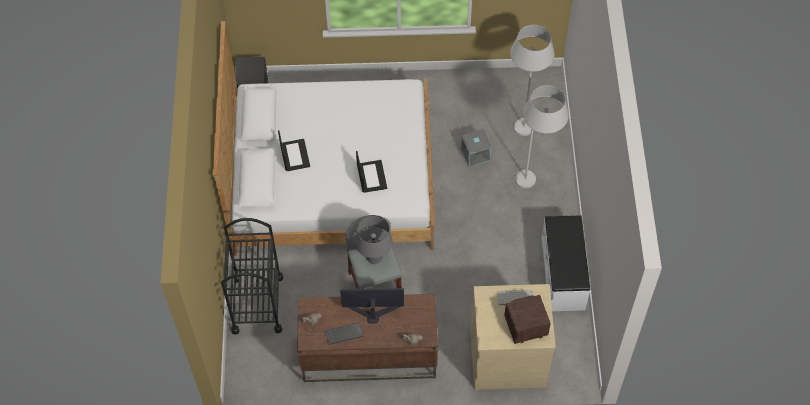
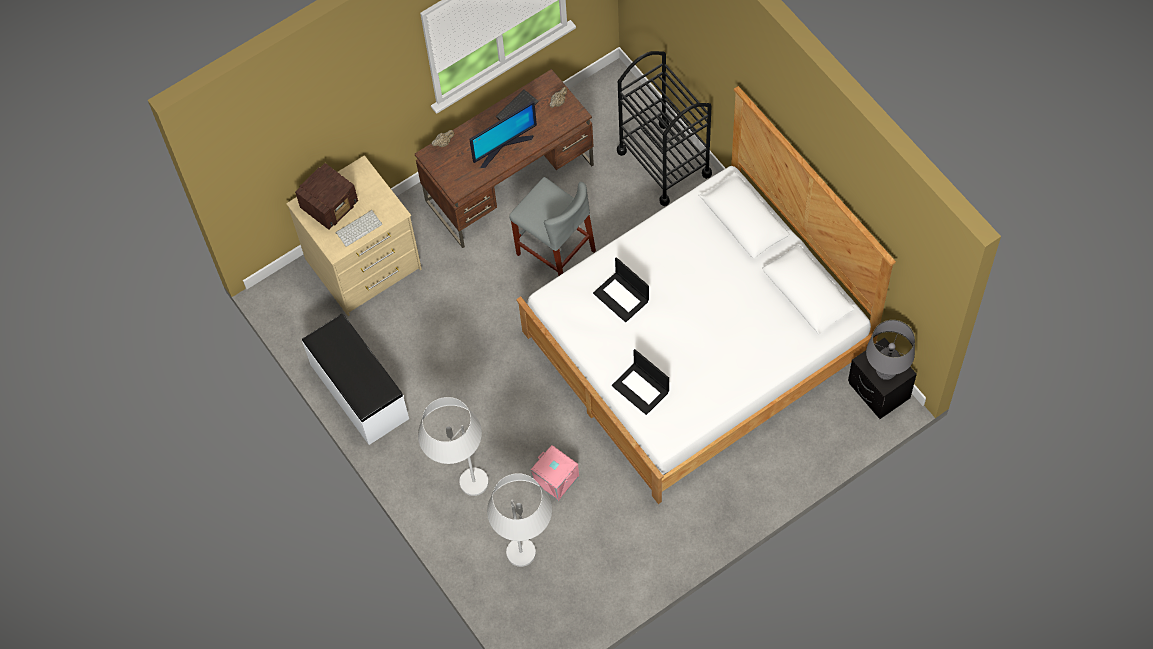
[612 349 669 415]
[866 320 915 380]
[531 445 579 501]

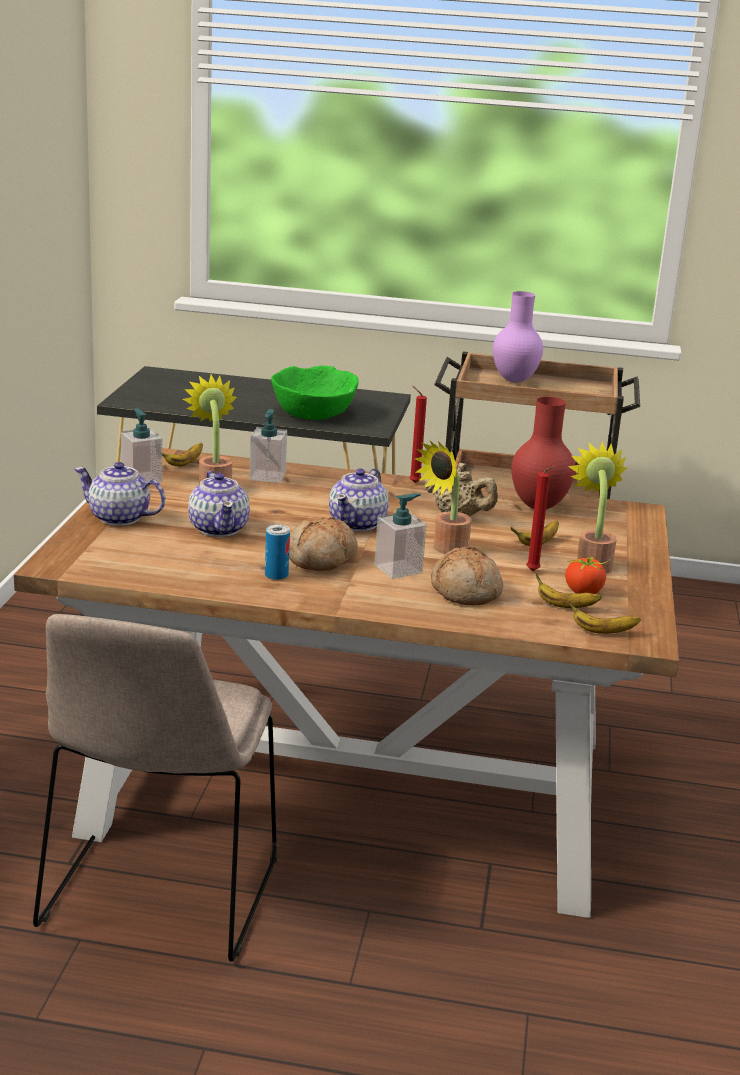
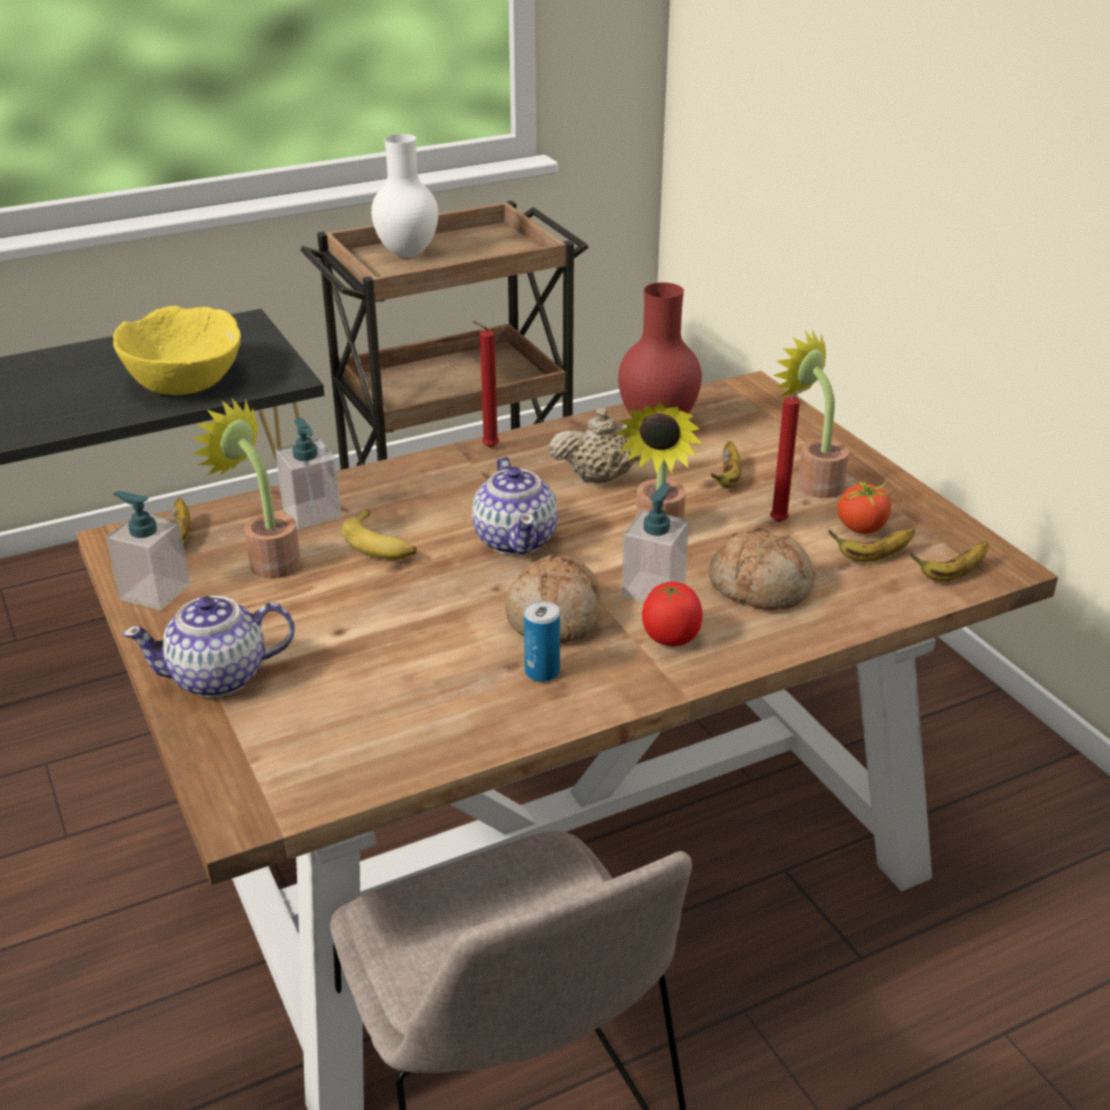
[188 471 250 537] (first image)
[342 509 417 560]
[642 581 703 646]
[113 306 241 395]
[371 134 438 258]

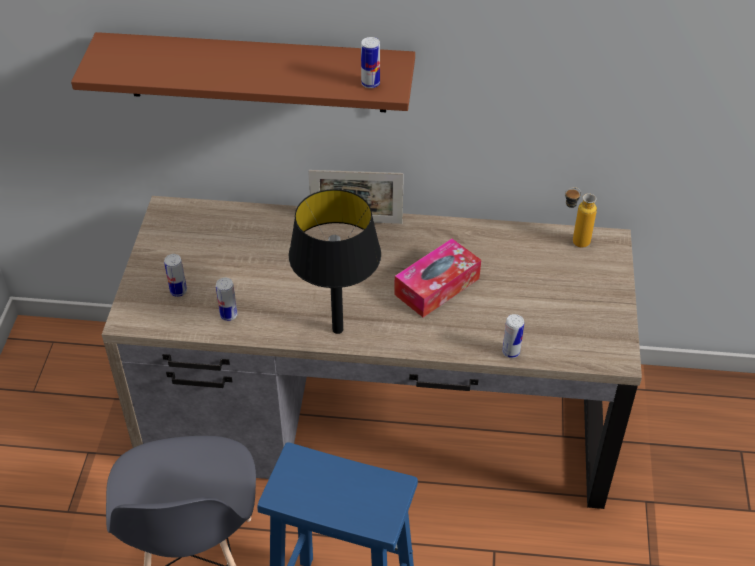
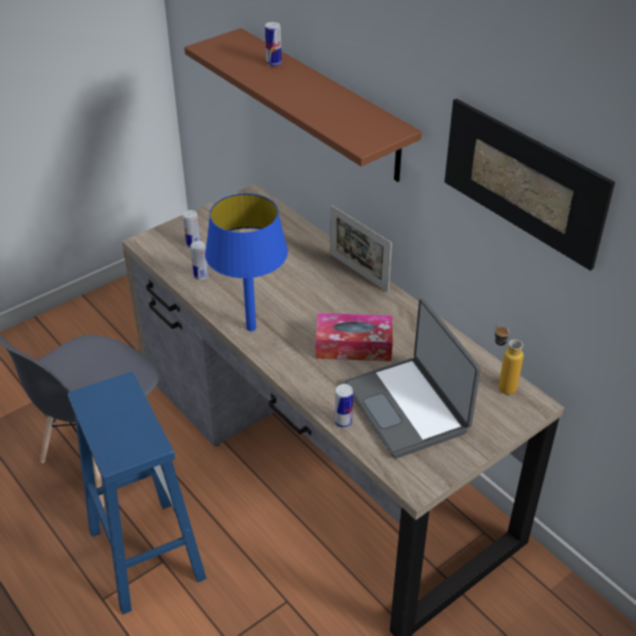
[344 298 481 459]
[445 99 615 271]
[265 22 282 66]
[205 193 288 331]

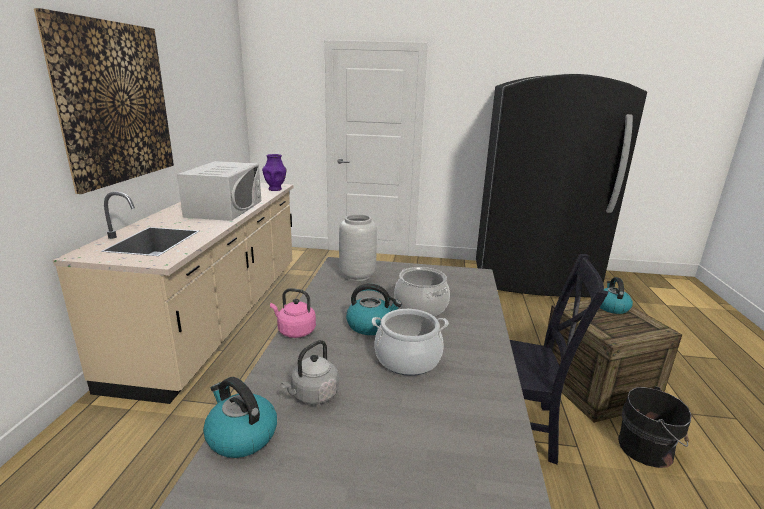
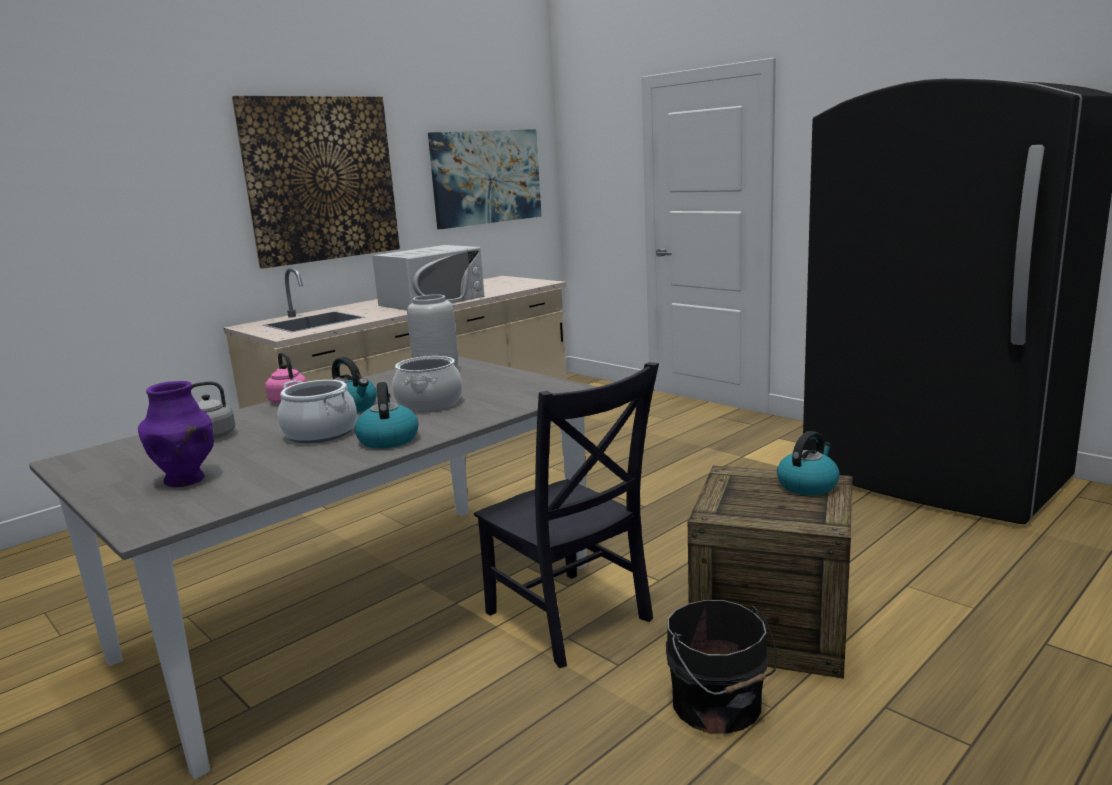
[428 129 542 229]
[355 382 419 449]
[138 381 214 487]

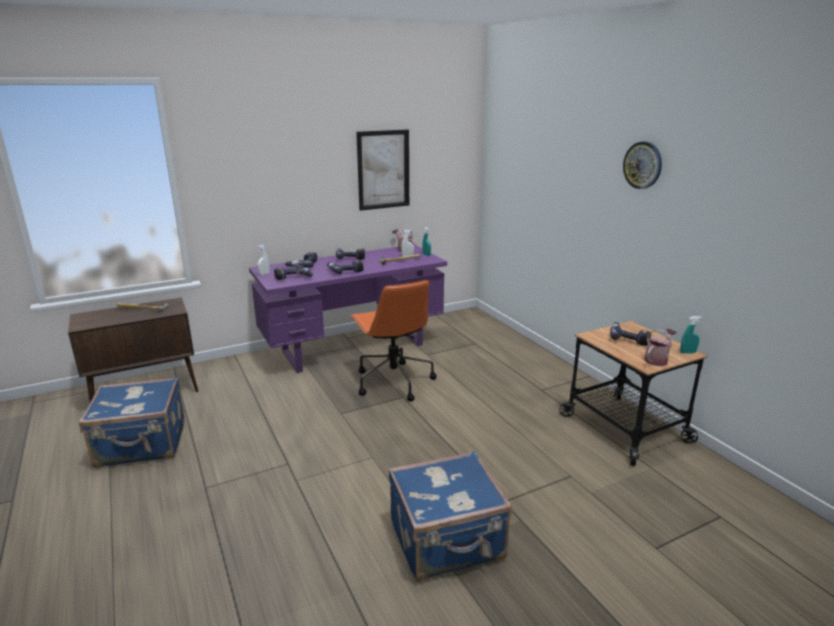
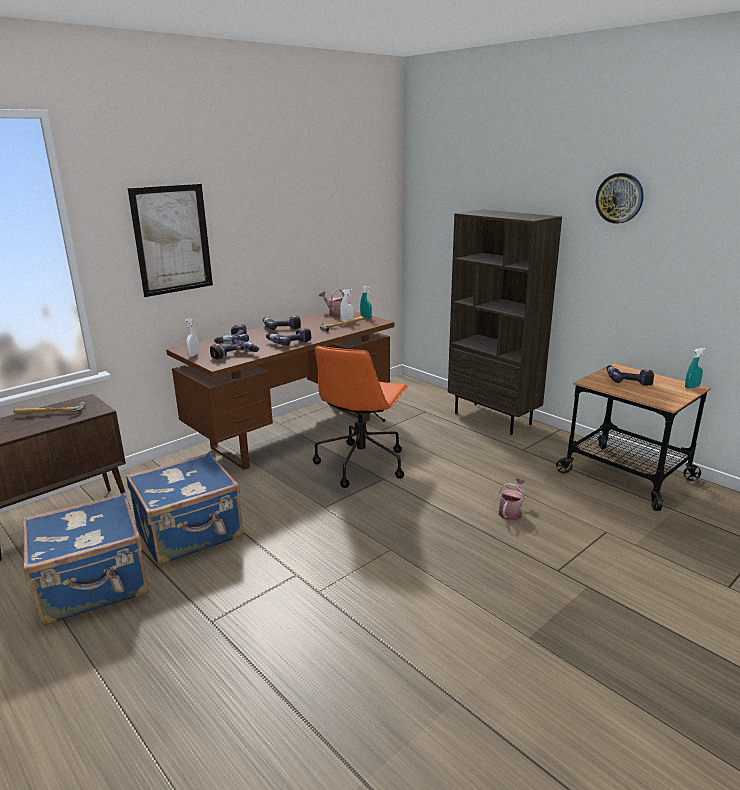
[448 210 562 435]
[128 184 213 297]
[126 452 243 565]
[499 478 526 521]
[166 311 395 470]
[313 346 409 488]

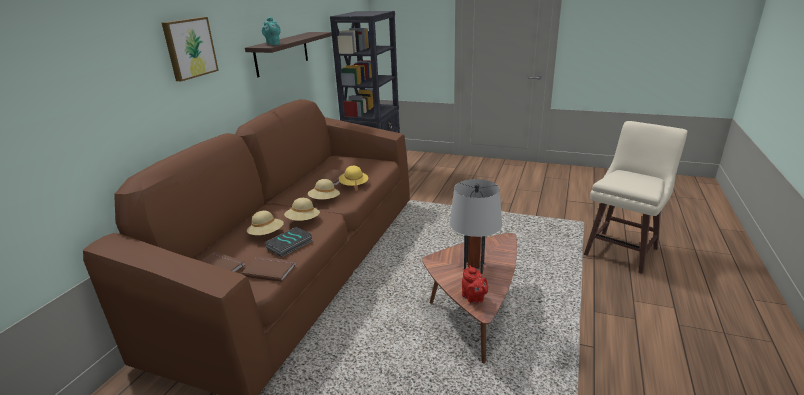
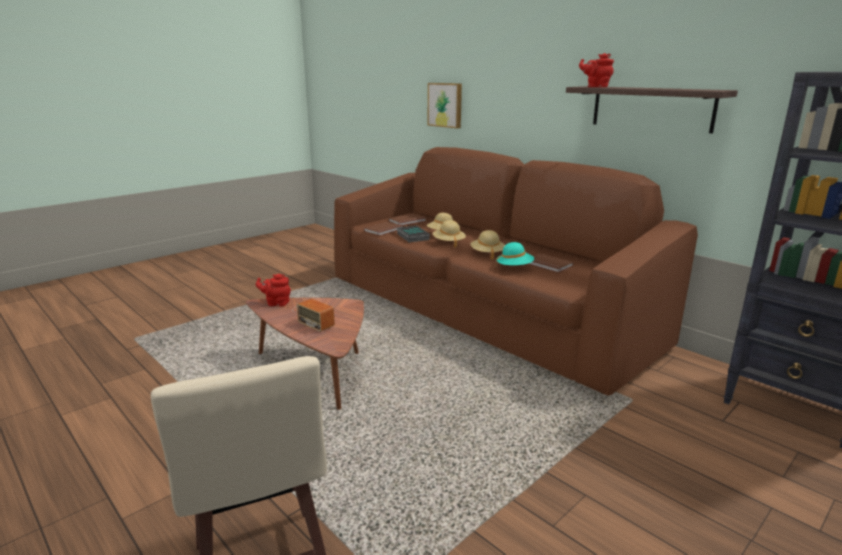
[428 83 462 128]
[292 299 335 332]
[579 53 614 87]
[496 242 534 265]

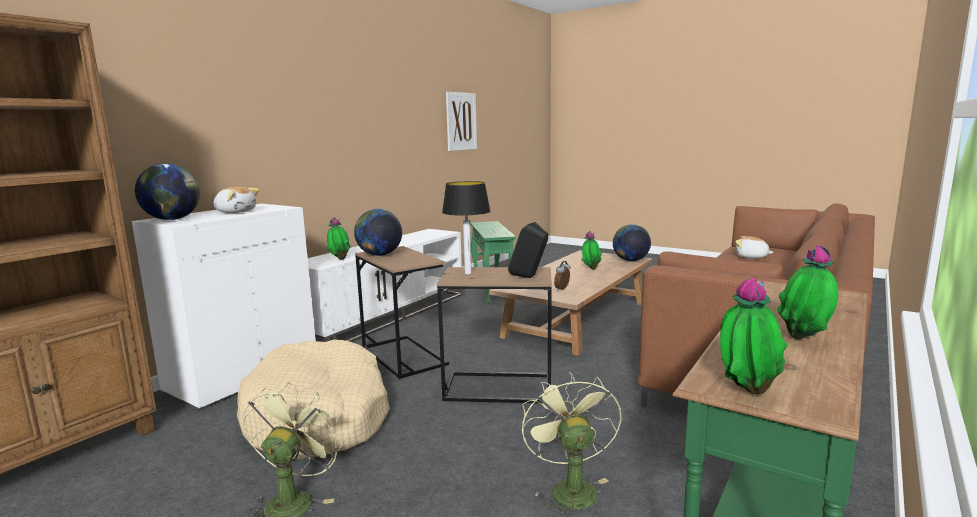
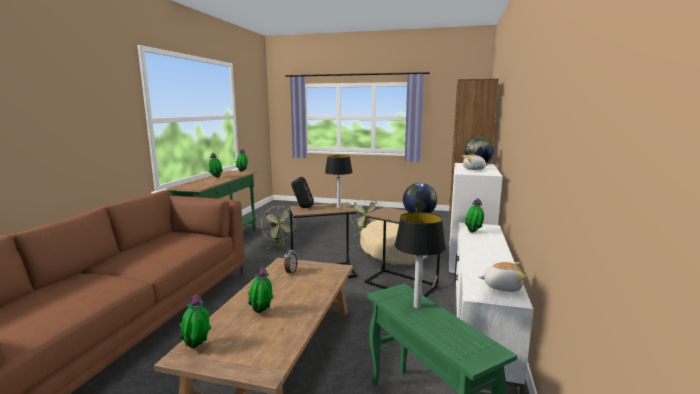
[446 92 477 151] (first image)
[394 212 446 309]
[479 262 526 292]
[180 295 212 348]

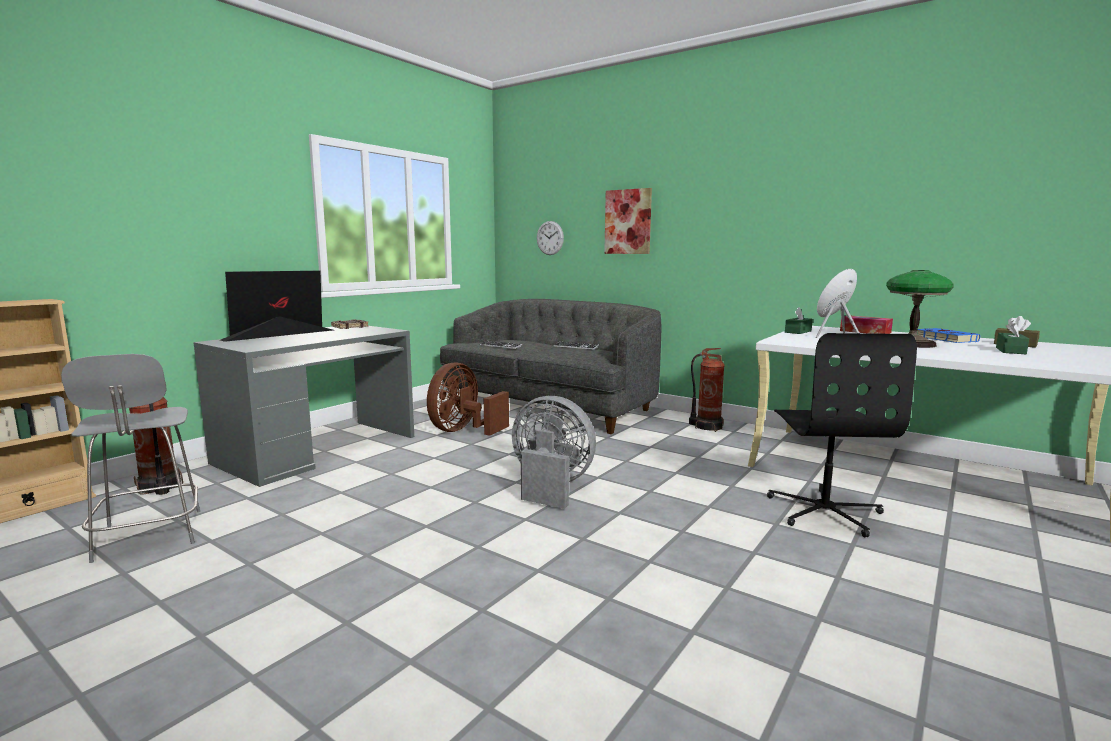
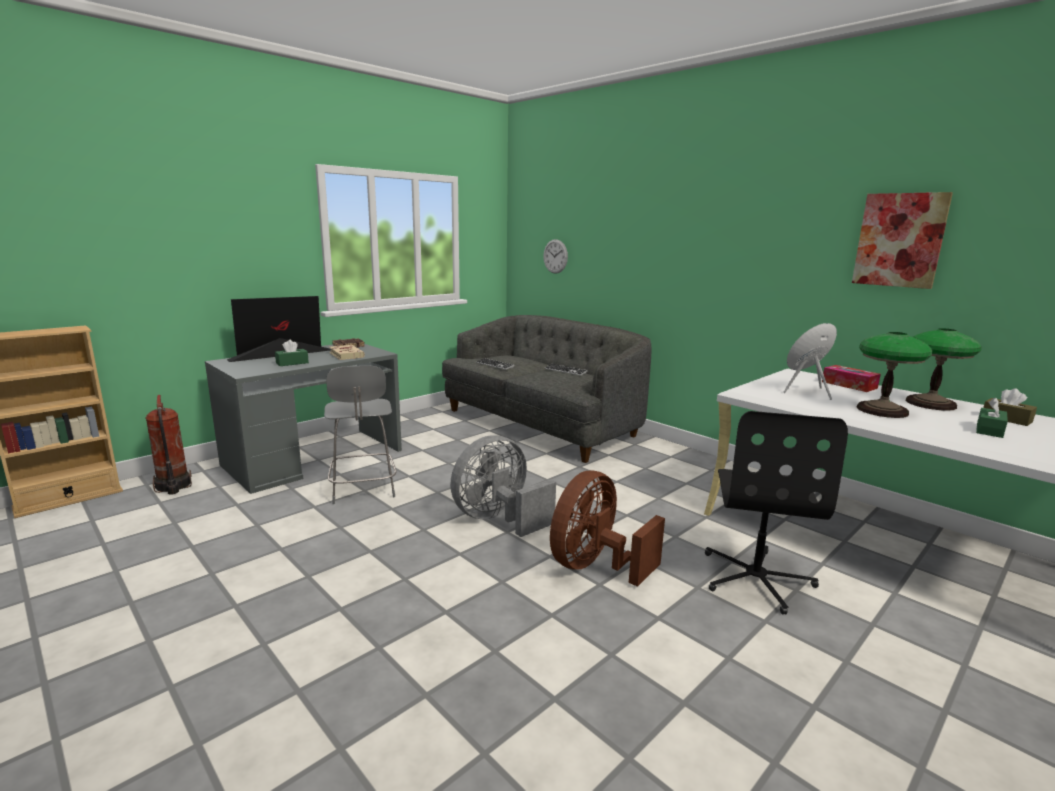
[689 348 725 432] (first image)
[329 345 365 360]
[324 365 397 504]
[550 471 665 587]
[852 192 953 289]
[275 340 309 366]
[906 328 982 411]
[450 435 556 537]

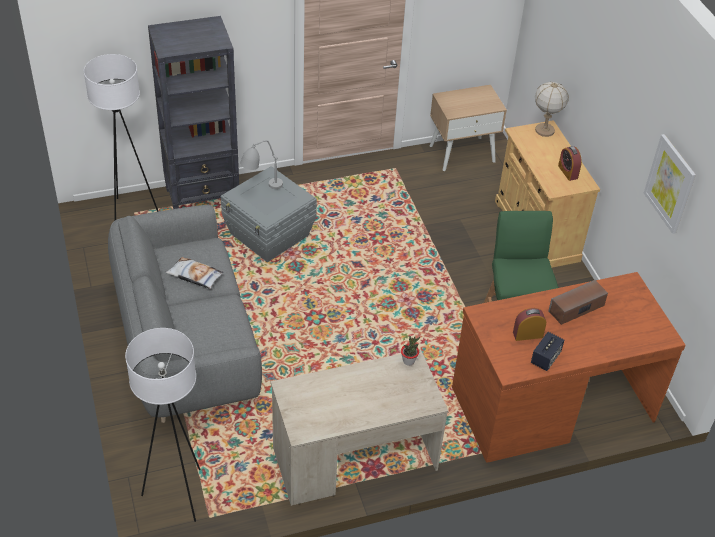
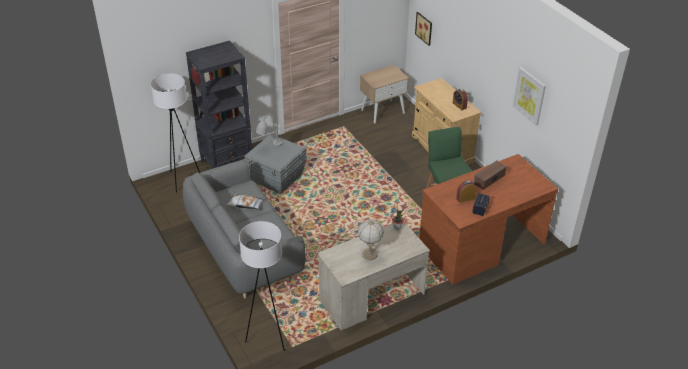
[415 12 432 46]
[358 219 384 260]

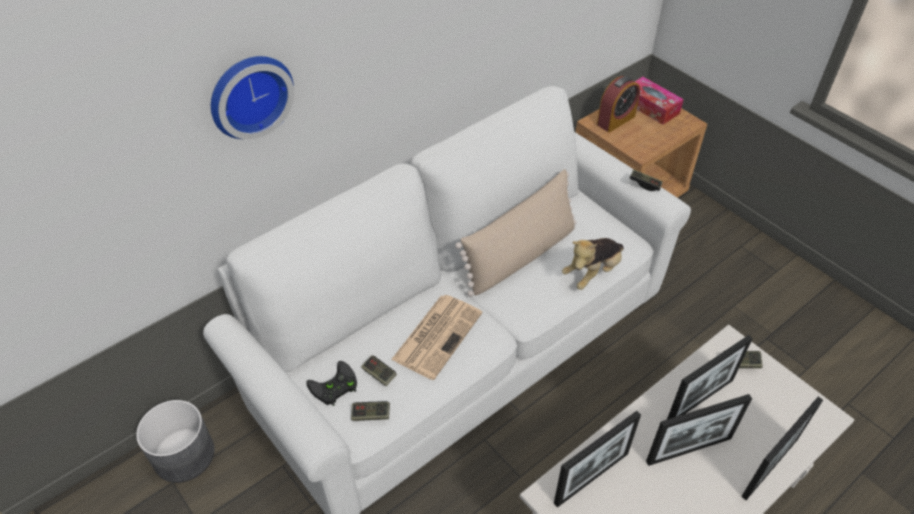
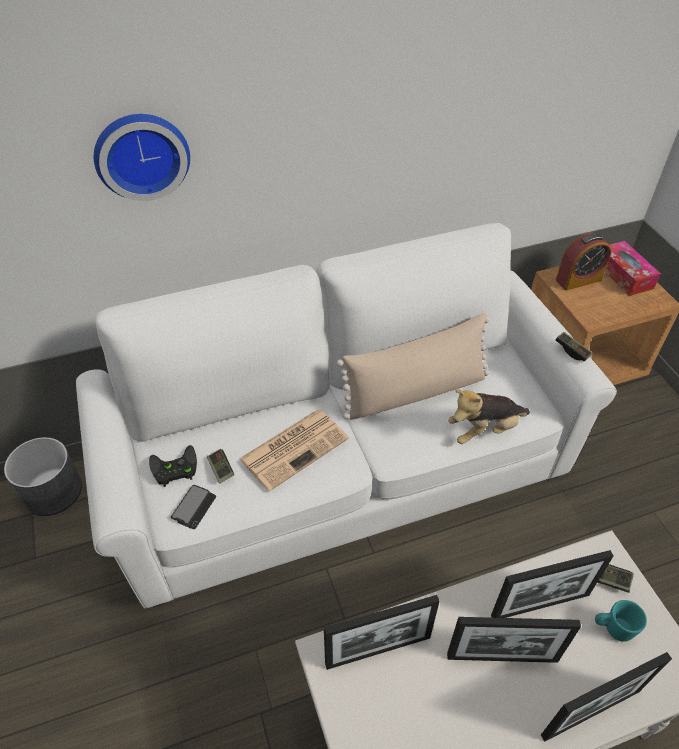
[595 600 647 642]
[171 485 216 529]

